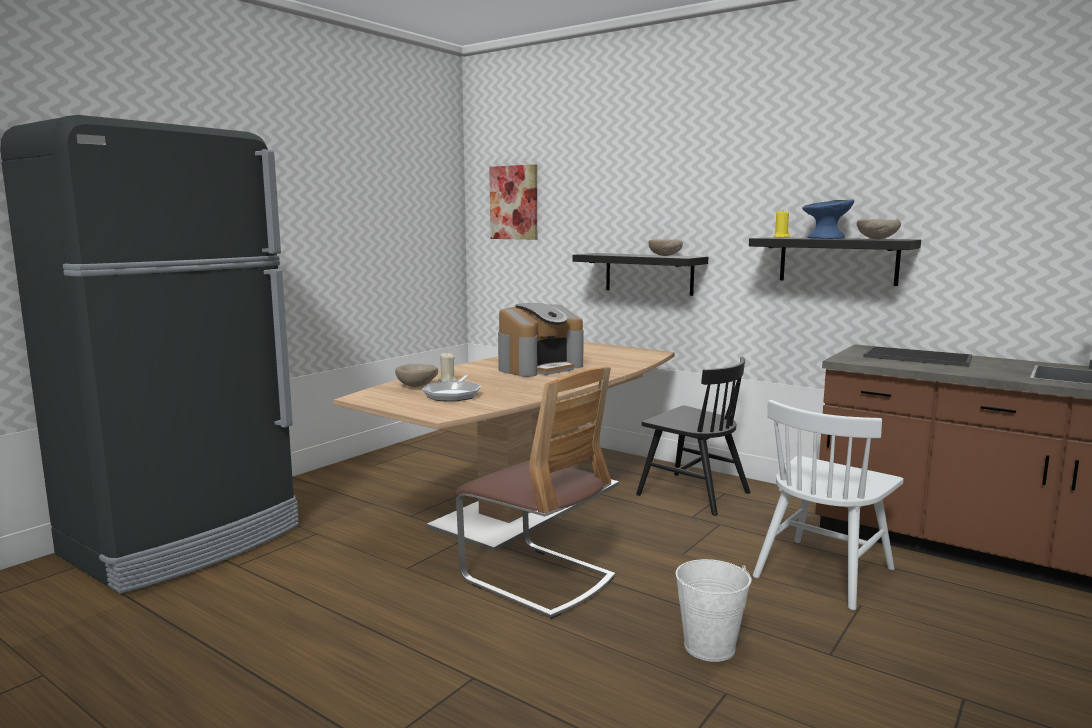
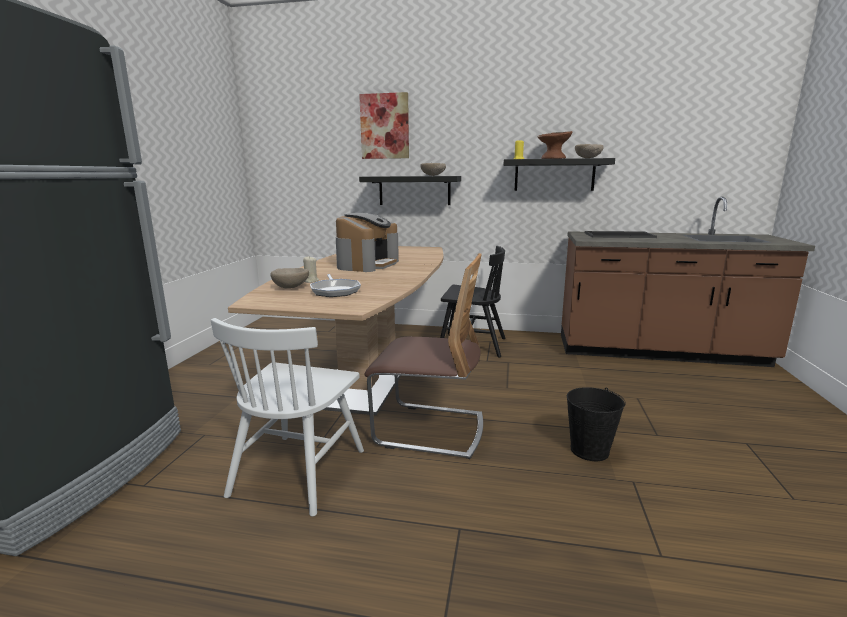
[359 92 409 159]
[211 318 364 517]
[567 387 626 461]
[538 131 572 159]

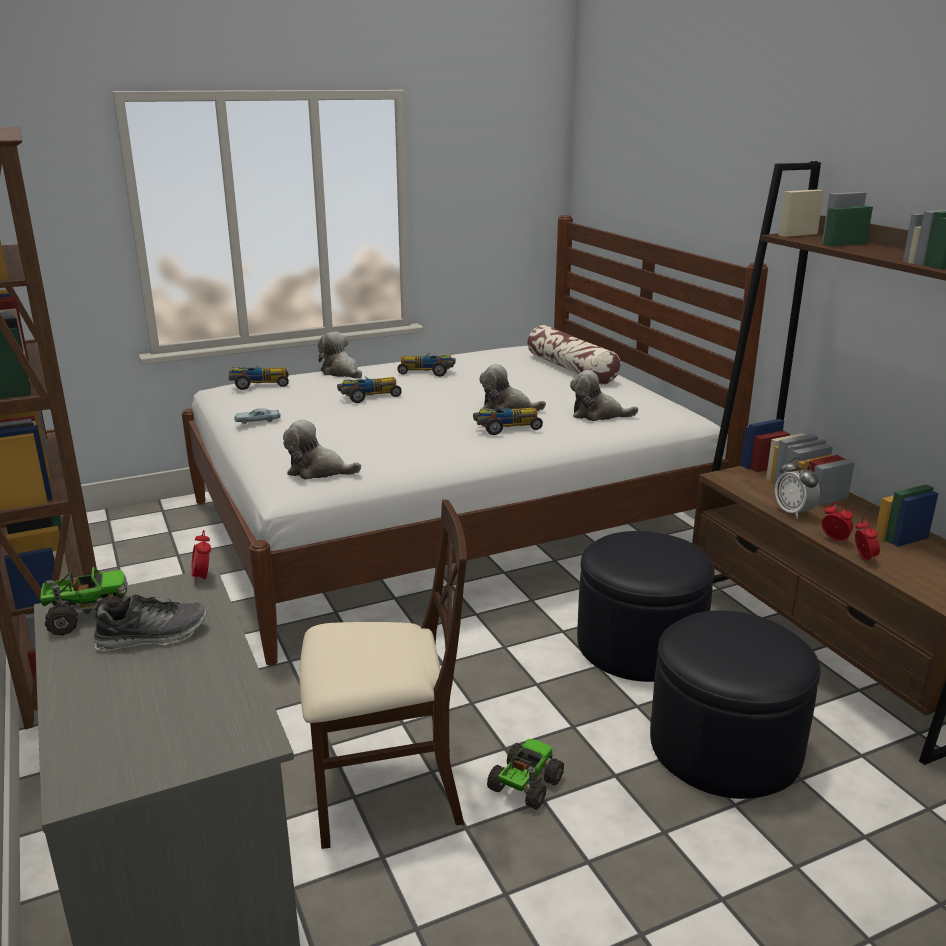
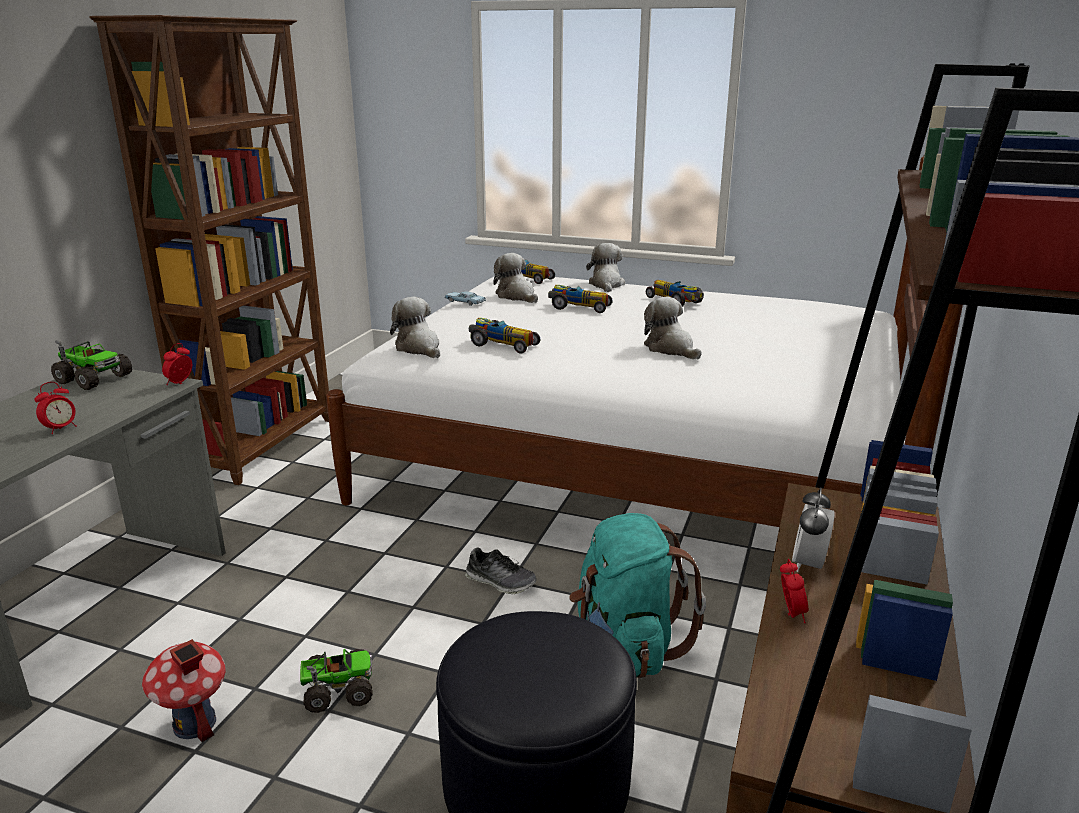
[299 500 467 849] (first image)
[527 325 621 385] (first image)
[142 639 225 742]
[465 548 536 594]
[469 318 540 354]
[493 253 538 303]
[34 382 77 434]
[569 513 706 678]

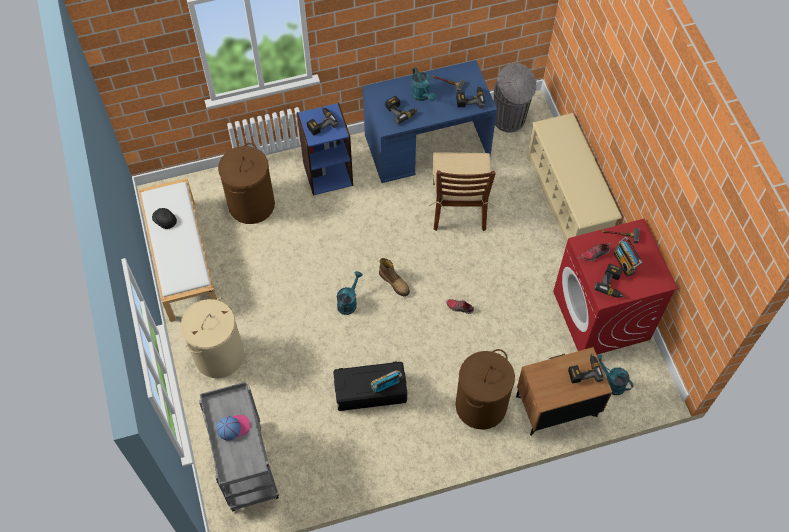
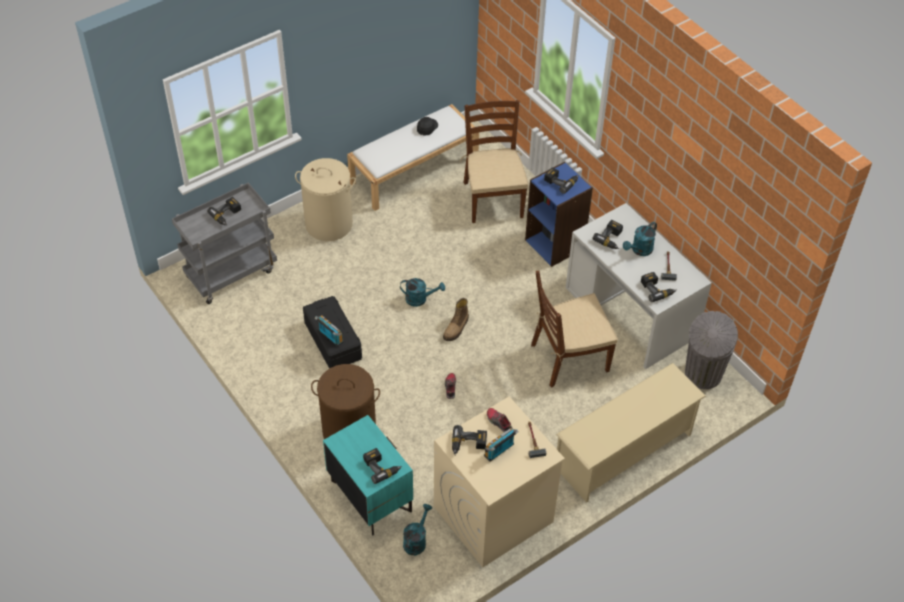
[207 197 241 226]
[460 100 528 223]
[566 203 712 369]
[323 415 413 535]
[434 397 565 567]

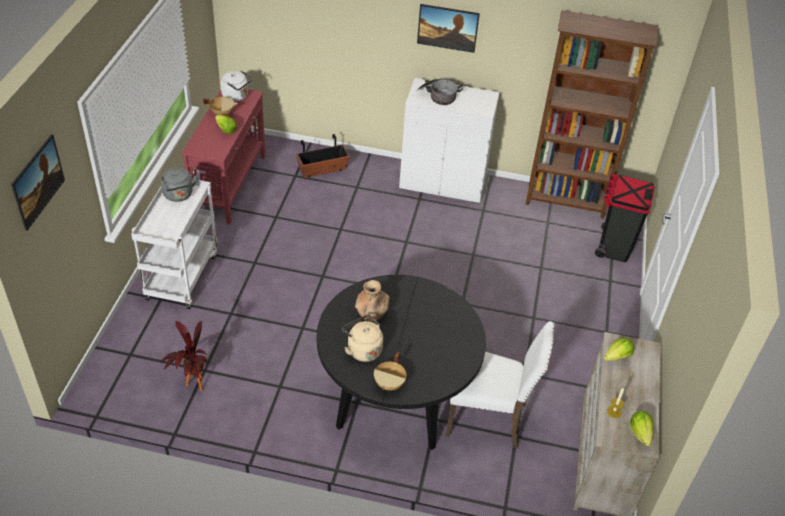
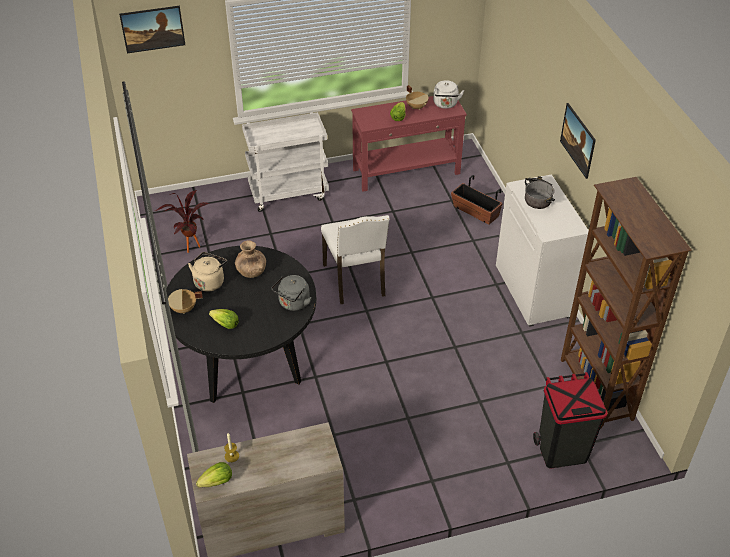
[271 275 311 311]
[321 215 390 304]
[209 309 239 329]

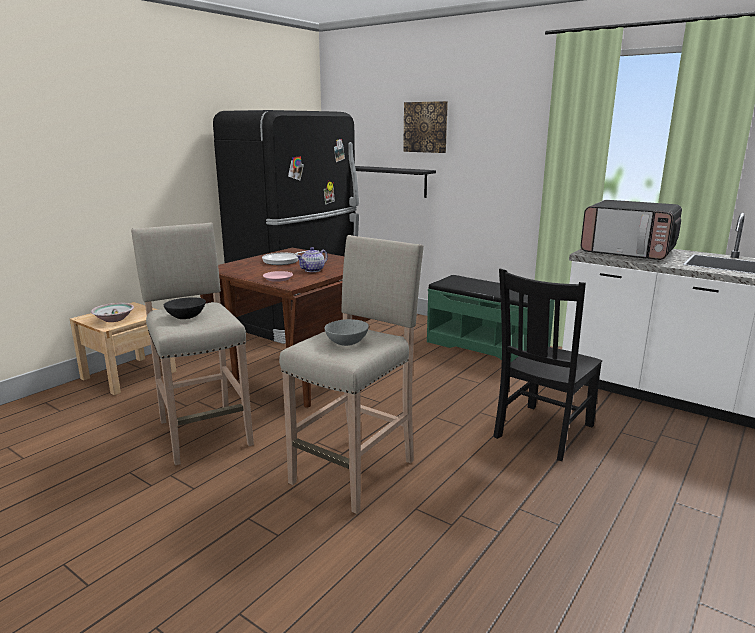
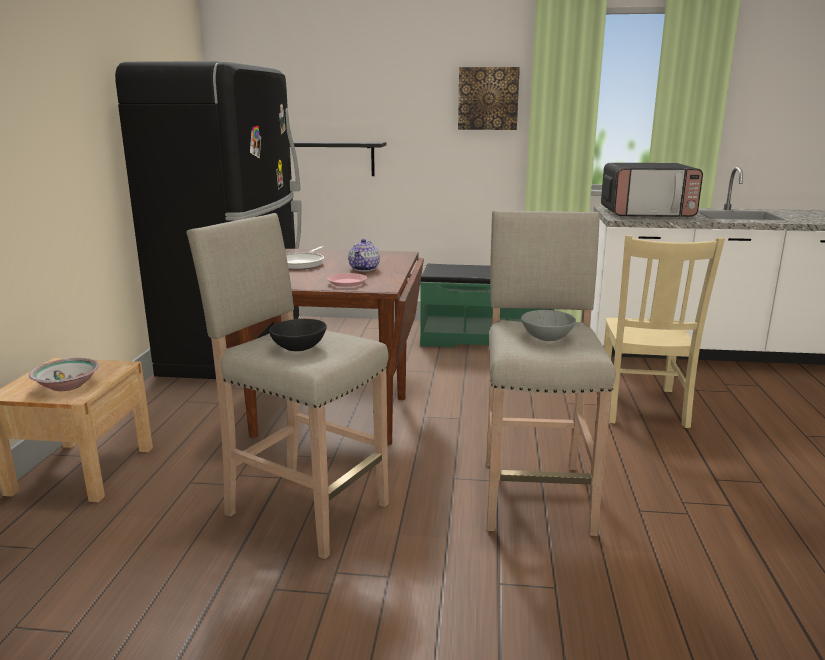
[458 67 520 130]
[604 235 725 428]

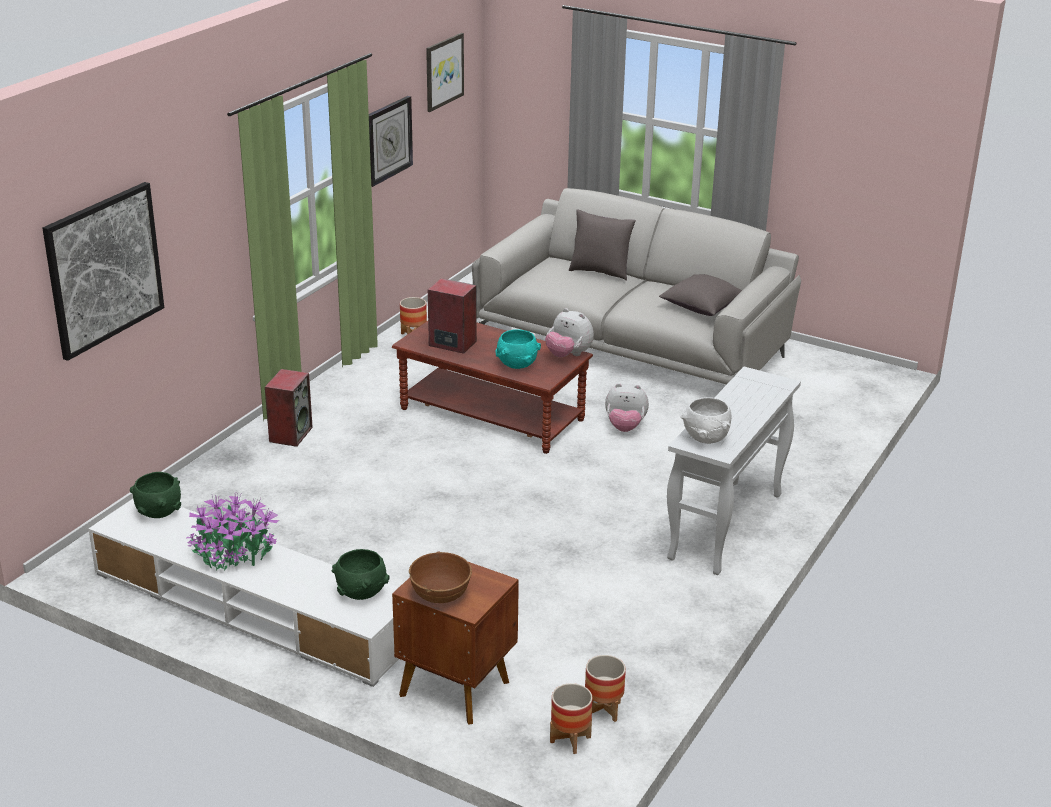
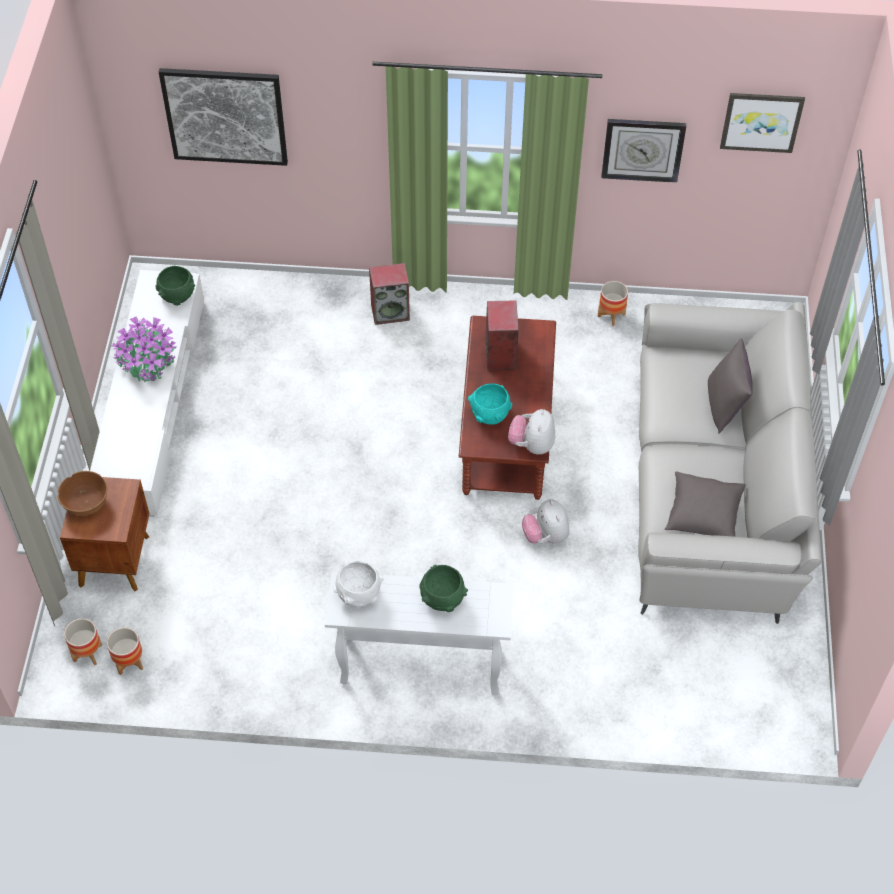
[419 565 468 612]

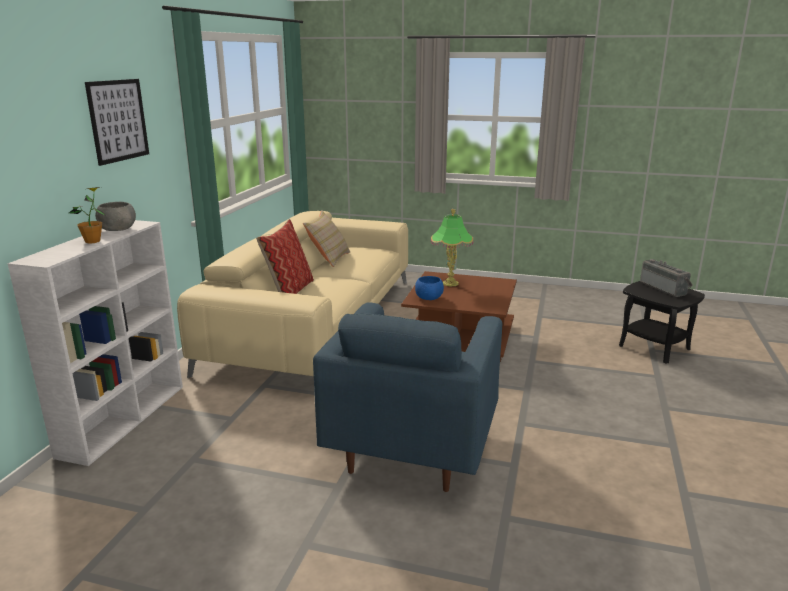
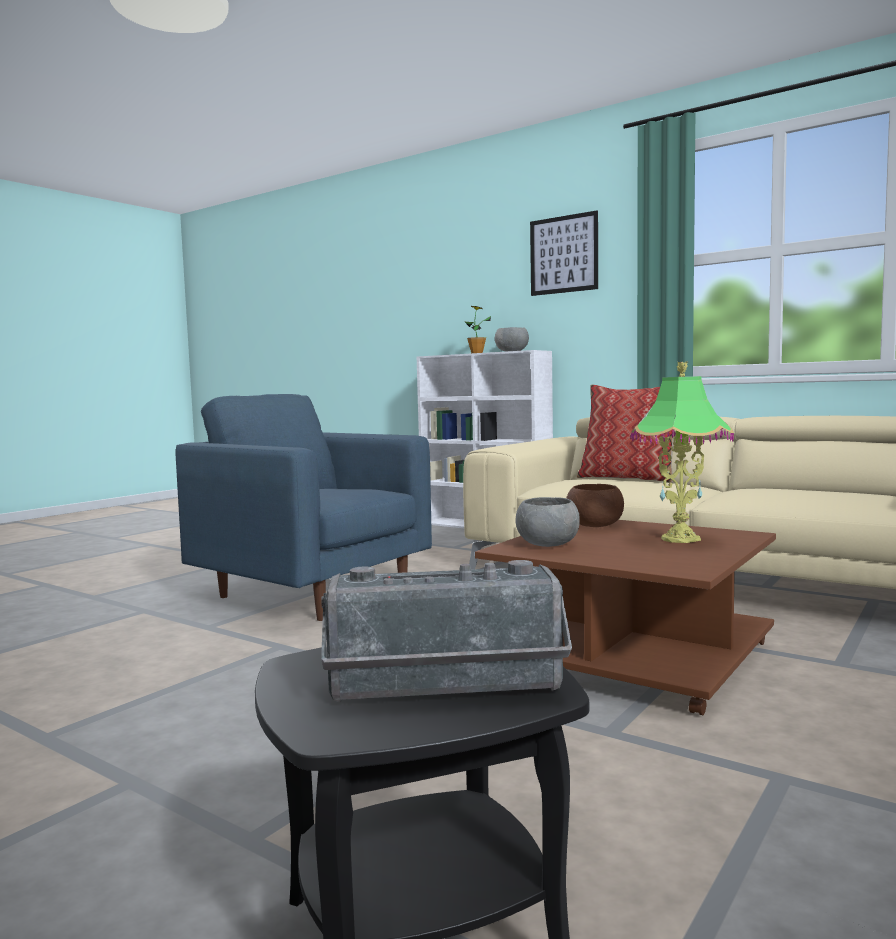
[303 210 350 267] (first image)
[515 497 580 547]
[567 484 624 527]

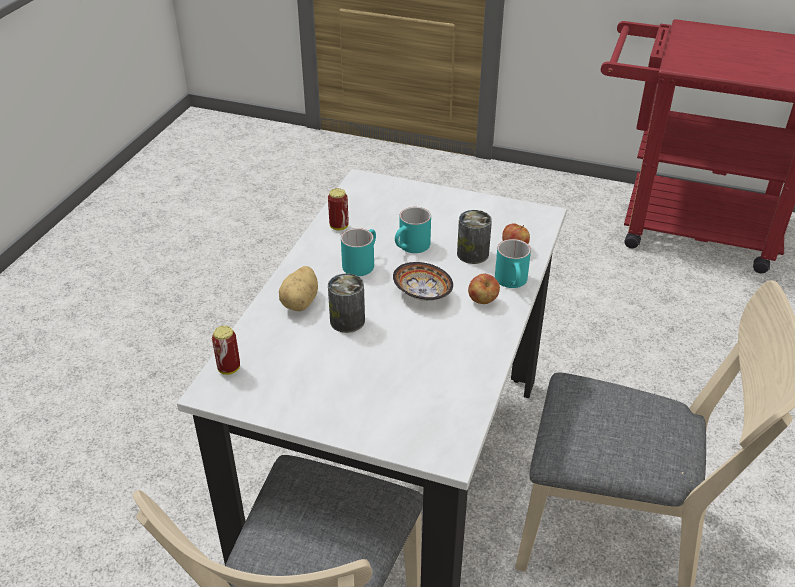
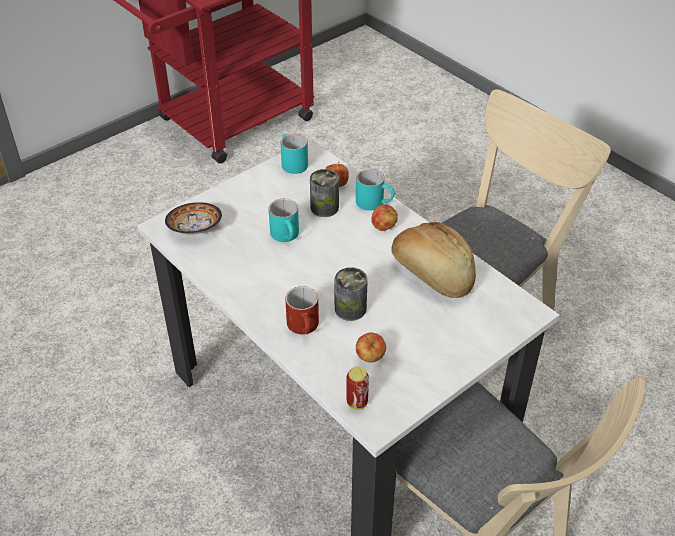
[328 188 349 230] (first image)
[356 332 386 363]
[391 222 476 298]
[280 134 308 174]
[165 202 222 235]
[285 286 319 334]

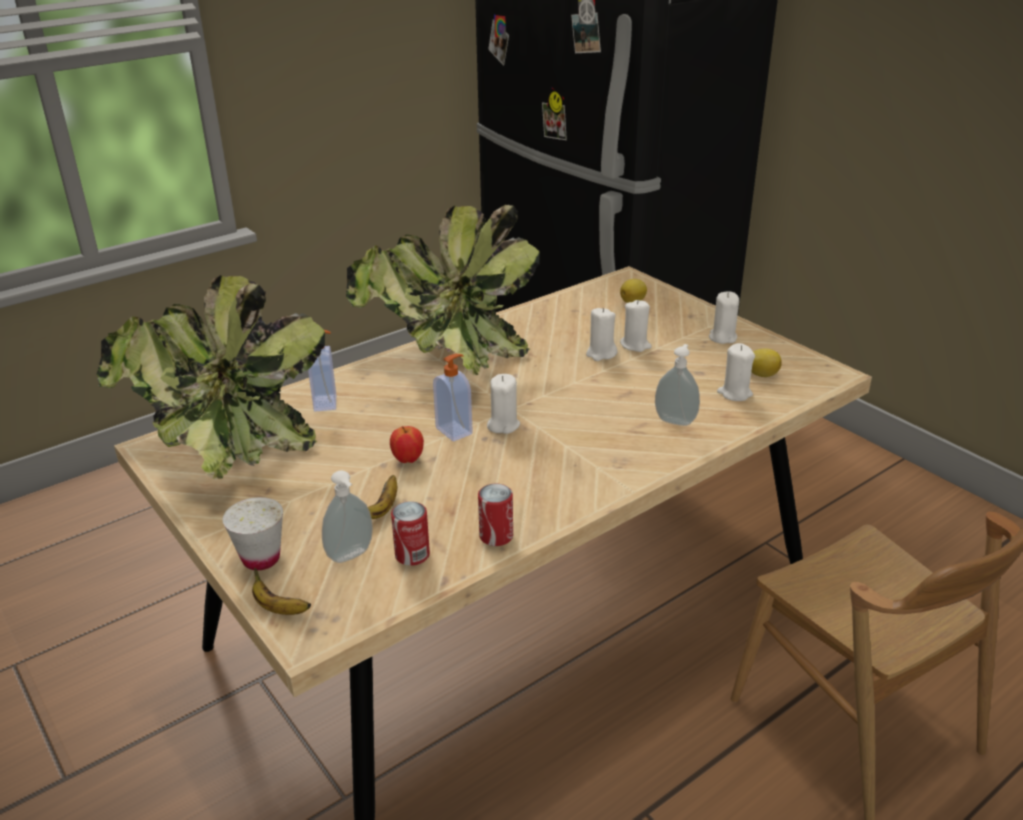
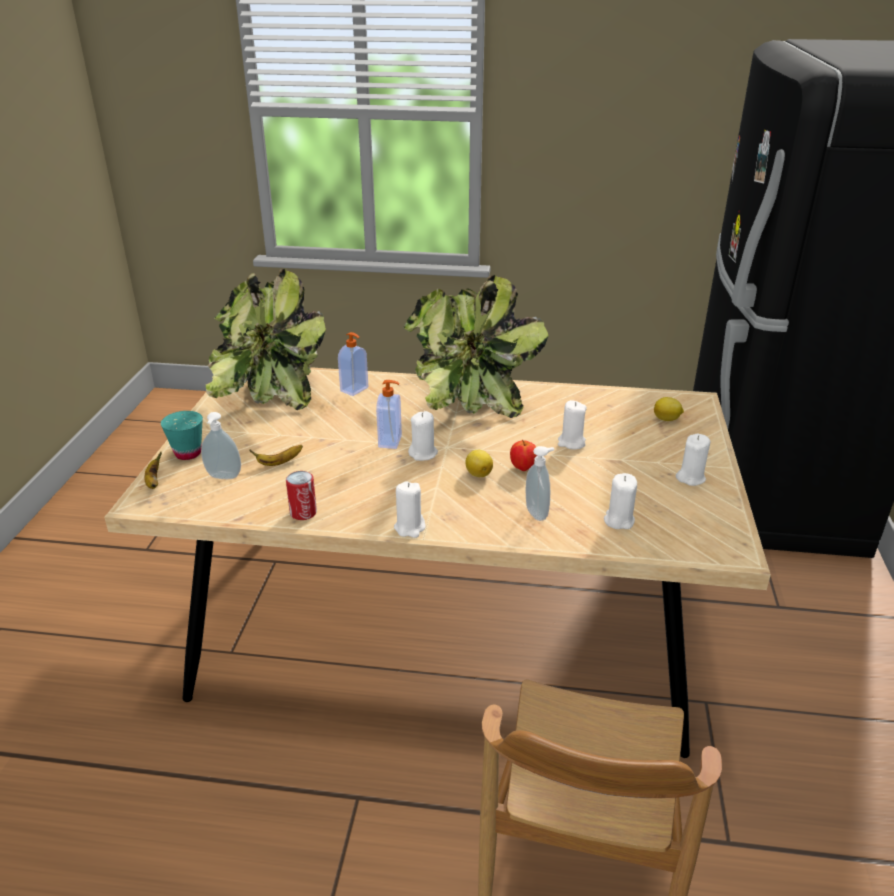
[391 501 430 566] (first image)
[510 440 538 471]
[394 481 425 538]
[466 450 493 477]
[161 411 203 460]

